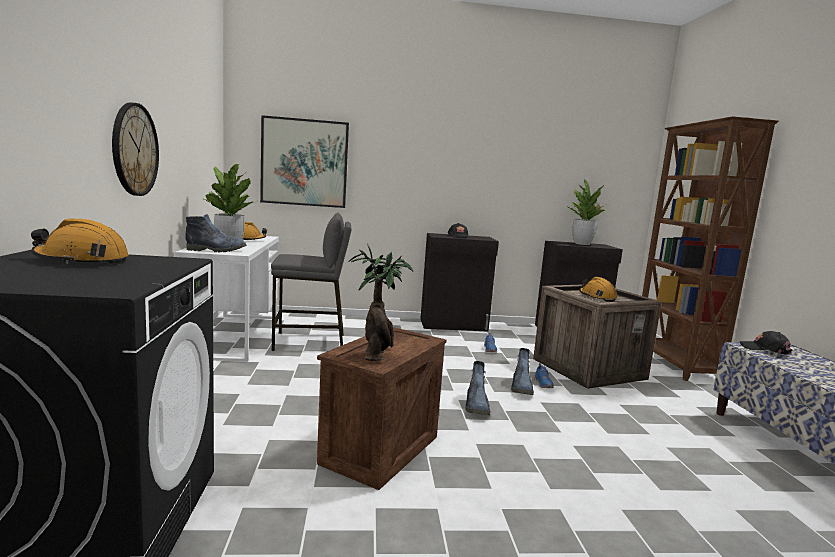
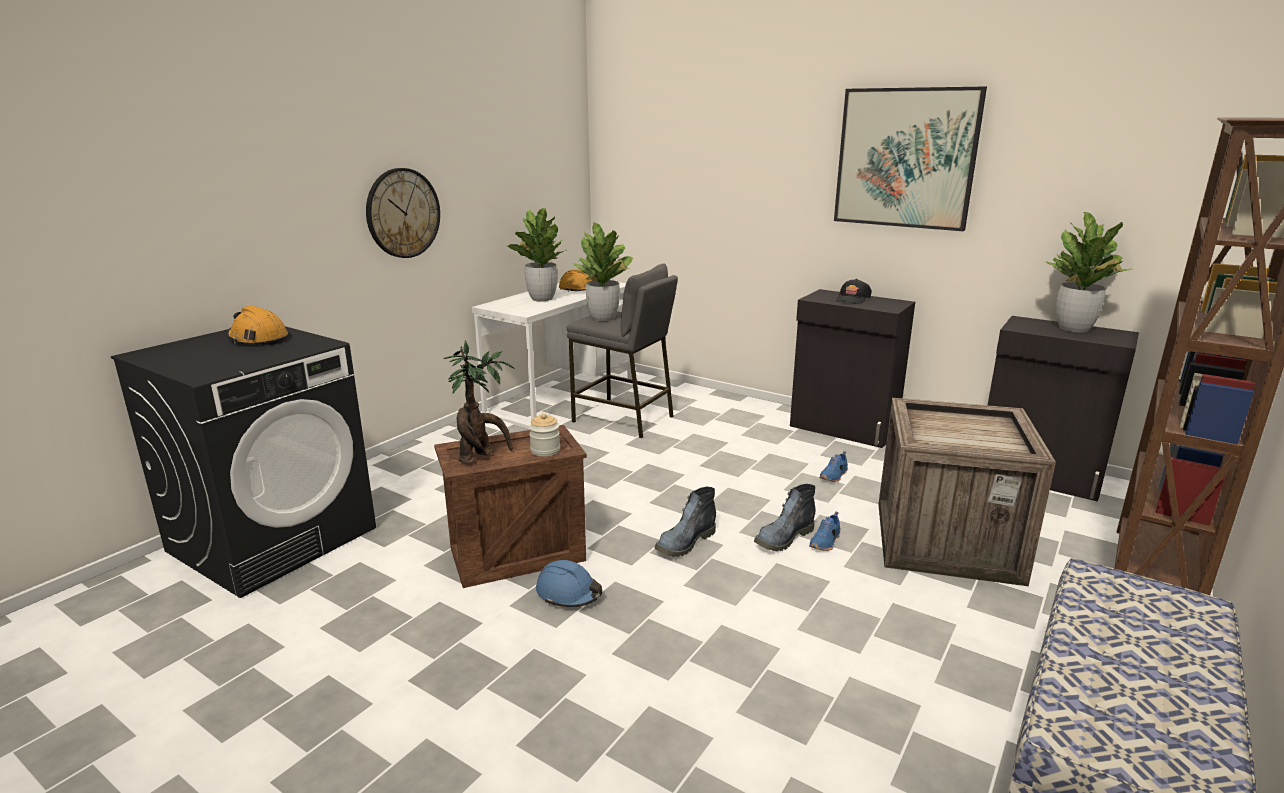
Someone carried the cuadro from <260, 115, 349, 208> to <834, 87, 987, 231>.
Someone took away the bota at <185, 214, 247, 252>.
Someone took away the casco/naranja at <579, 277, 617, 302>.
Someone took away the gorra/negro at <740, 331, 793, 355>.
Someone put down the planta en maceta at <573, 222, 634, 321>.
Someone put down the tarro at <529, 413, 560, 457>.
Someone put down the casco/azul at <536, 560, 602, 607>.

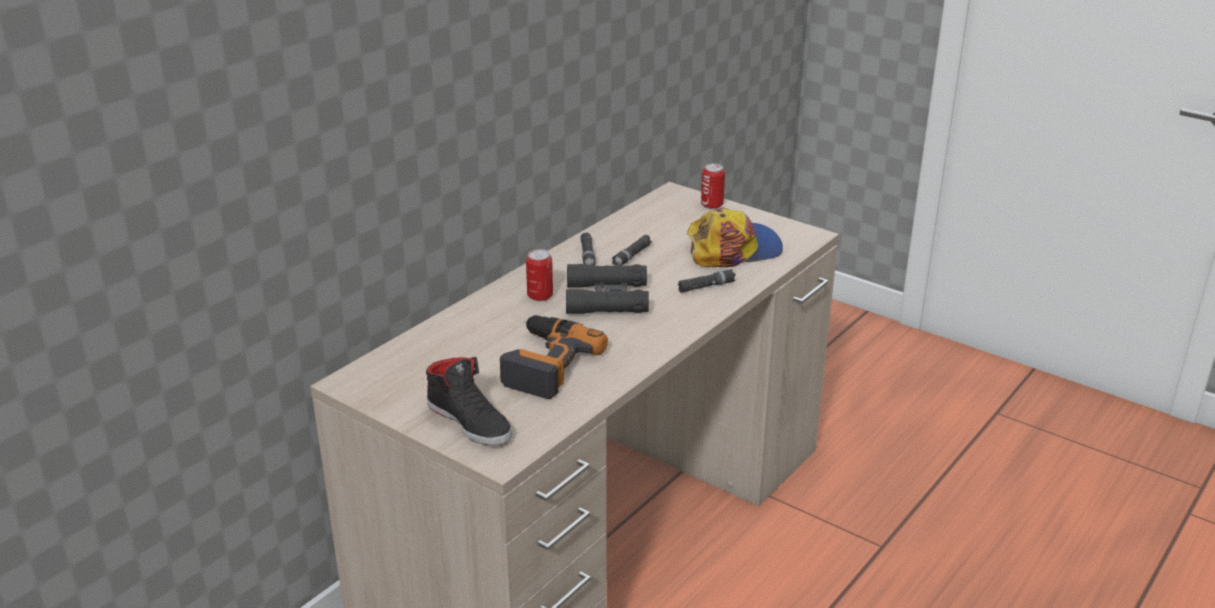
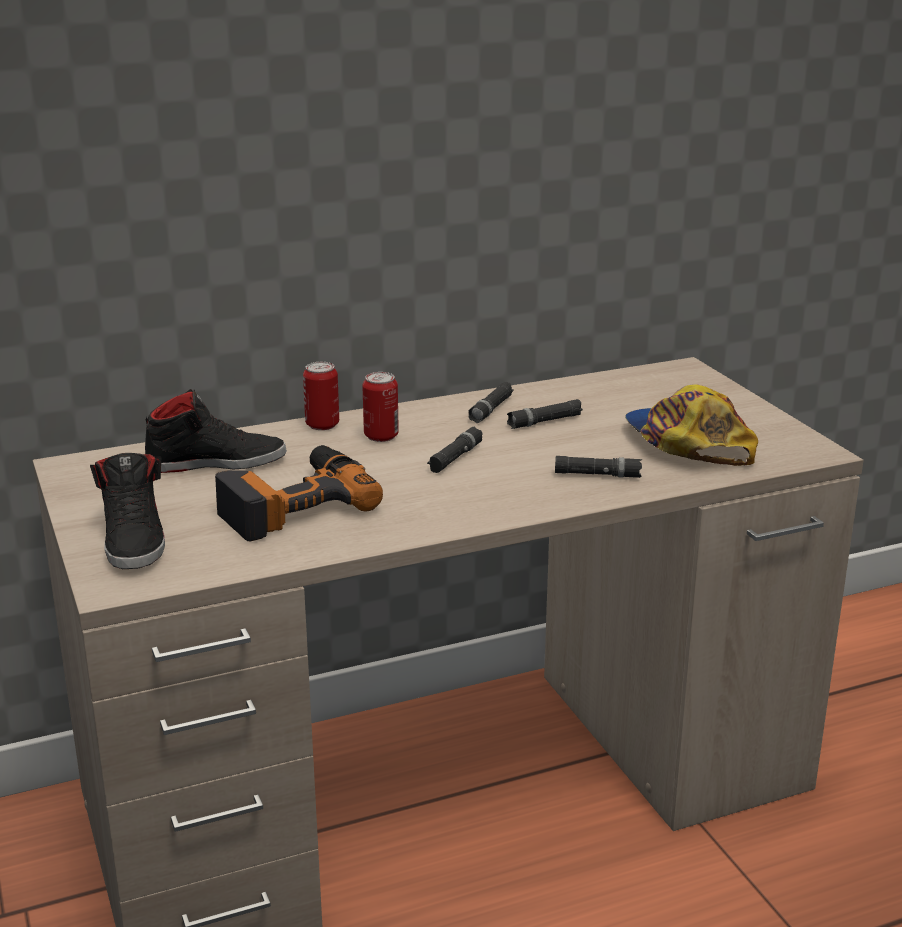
Someone carried the lata from <701, 163, 725, 209> to <303, 362, 339, 430>.
Someone rotated the gorra at <687, 207, 783, 267> by 120 degrees counterclockwise.
Someone swapped the prismáticos/negro at <566, 264, 649, 314> for the linterna/negro at <427, 427, 483, 473>.
Someone put down the zapato/negro at <145, 389, 287, 473>.

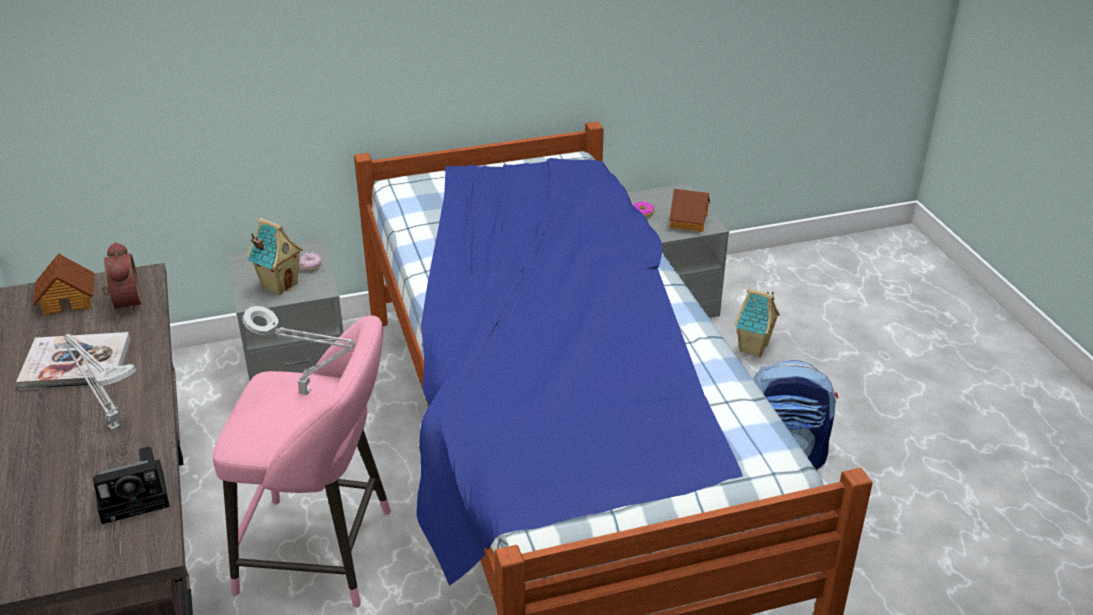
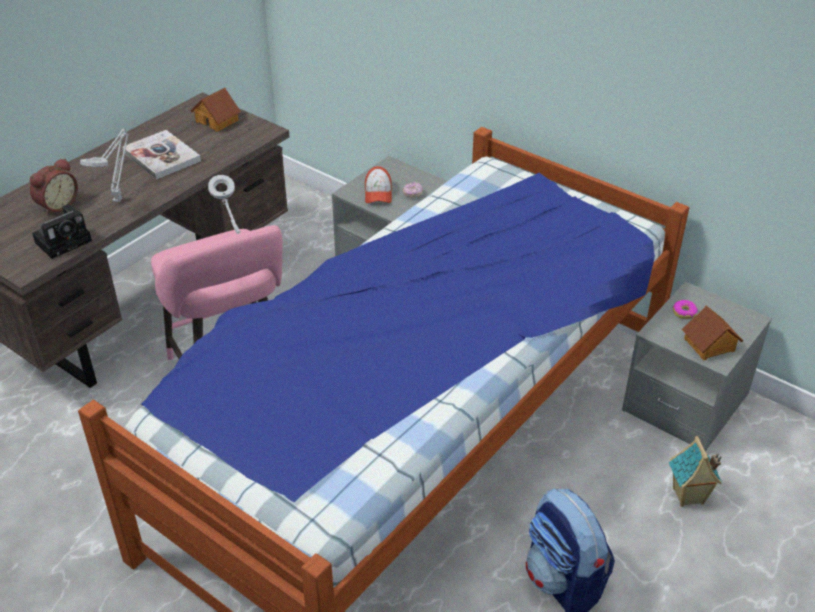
Someone swapped the casita at <247, 218, 303, 295> for the gorra at <365, 166, 392, 203>.
Someone carried the despertador from <102, 242, 141, 314> to <30, 158, 78, 215>.
Someone rotated the cámara at <93, 447, 170, 524> by 75 degrees counterclockwise.

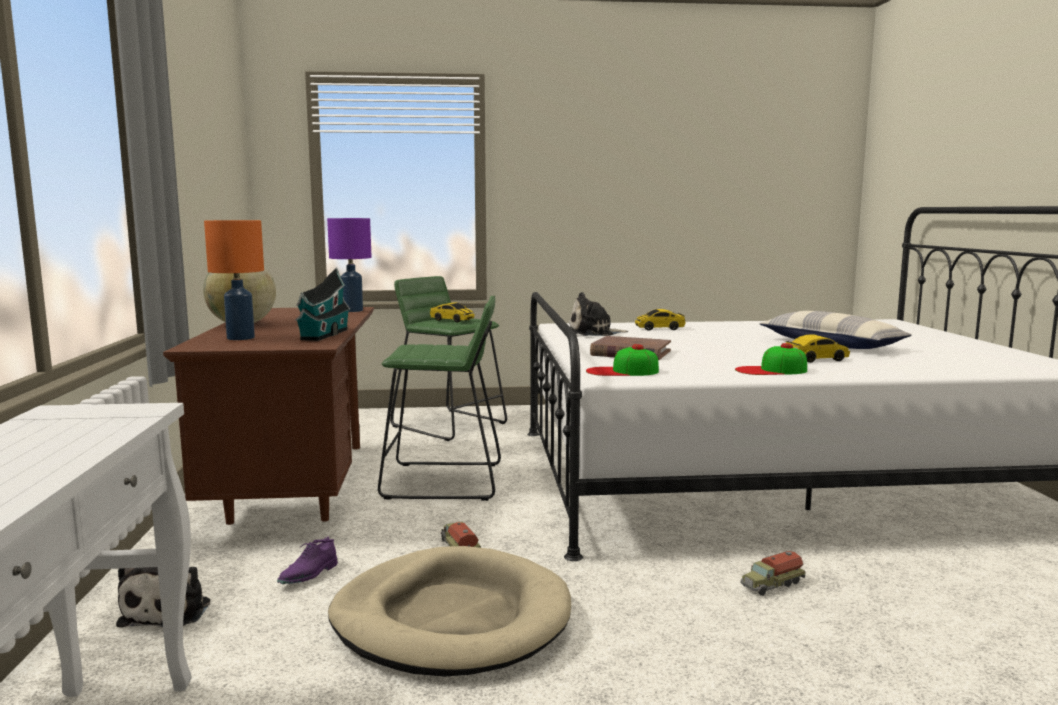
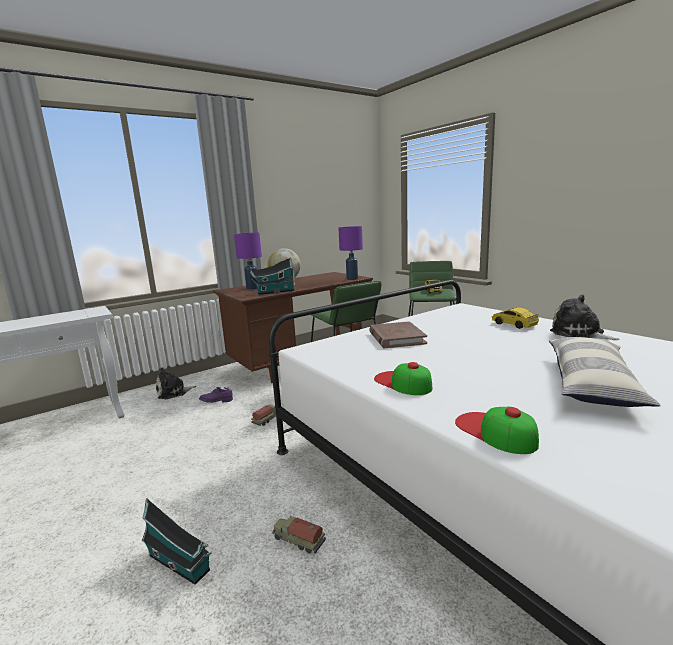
Someone repainted the lámpara de mesa/naranja at <204, 220, 264, 340>, which became the lámpara de mesa/morado at <234, 233, 262, 290>.
Someone carried the peluche from <569, 292, 628, 336> to <550, 294, 619, 340>.
Someone took away the coche de juguete at <785, 334, 850, 363>.
Someone carried the gorra from <586, 344, 659, 376> to <455, 407, 539, 454>.
Someone took away the cama para perro/beis at <328, 546, 571, 677>.
Someone put down the casita at <142, 498, 212, 585>.

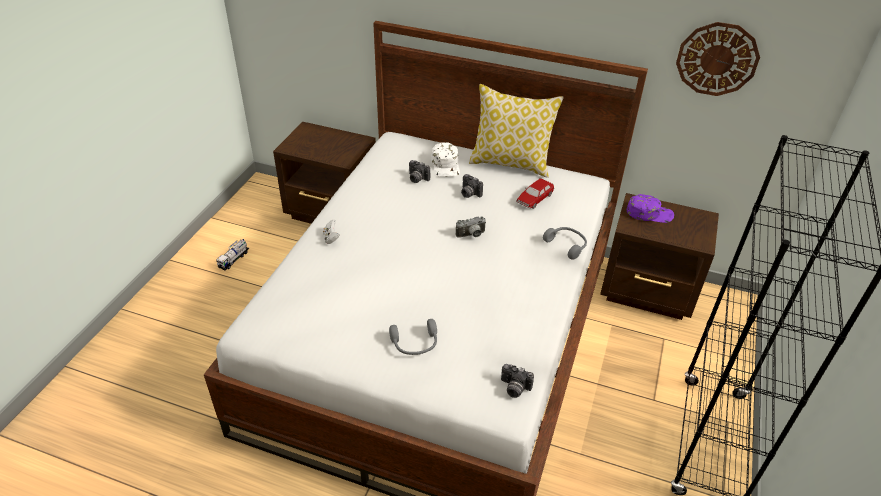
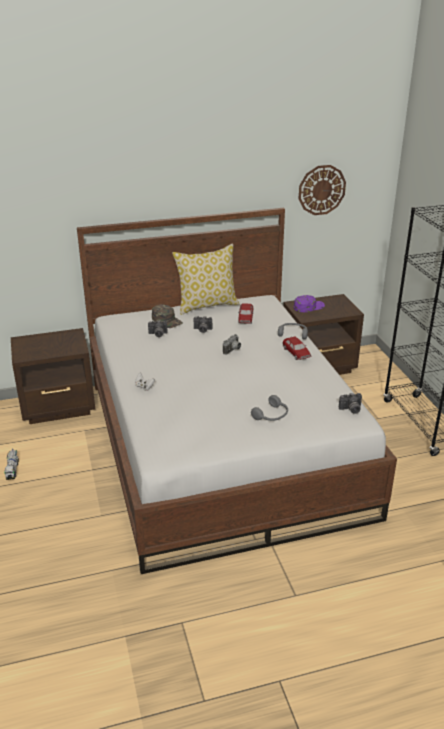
Someone repainted the gorra/blanco at <431, 142, 460, 177>, which became the gorra/verde at <152, 304, 183, 328>.
Someone put down the coche de juguete at <282, 336, 312, 360>.

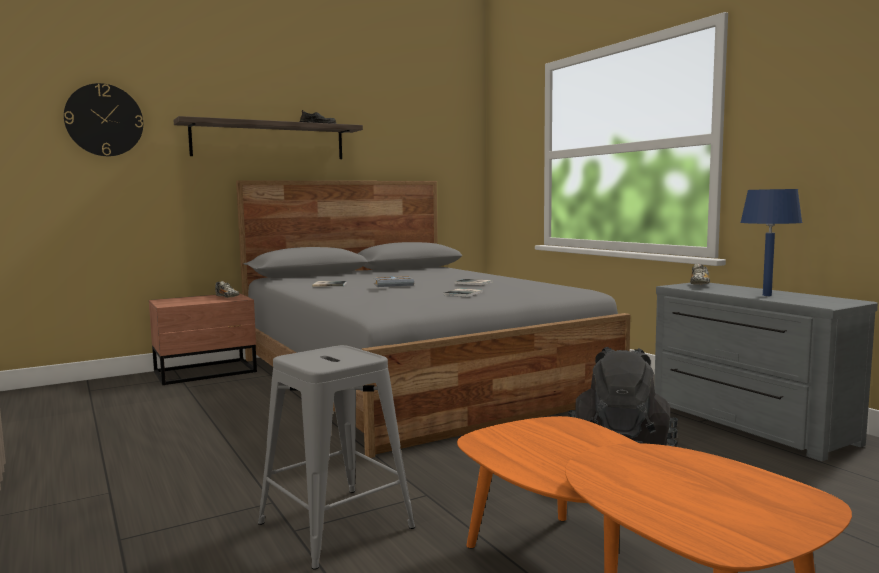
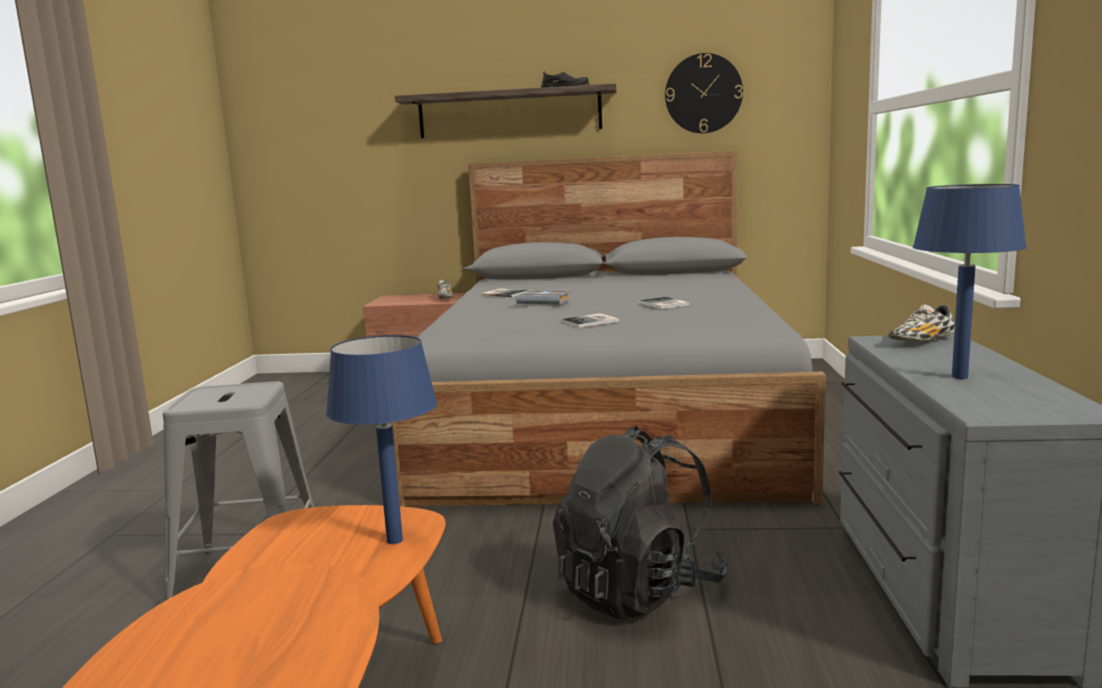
Someone carried the reloj de pared from <64, 83, 143, 156> to <665, 53, 743, 133>.
Someone put down the lámpara de mesa/azul at <326, 335, 437, 544>.

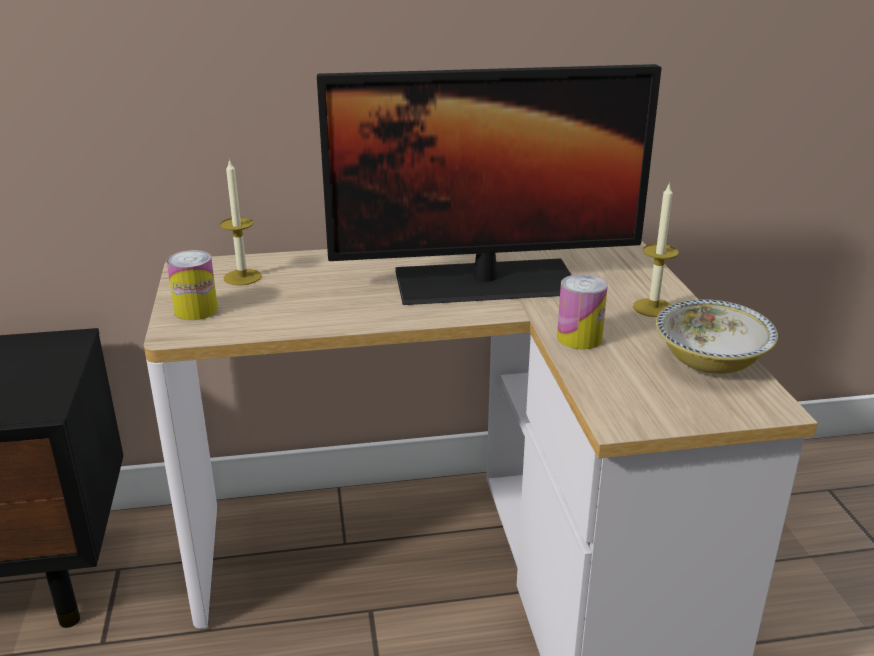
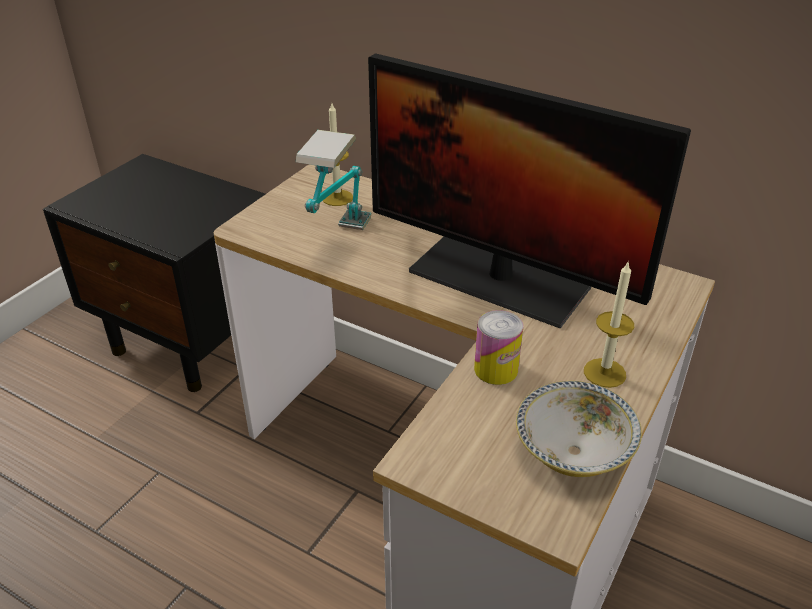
Someone took away the lata at <167, 250, 218, 320>.
Someone put down the lámpara de mesa at <296, 130, 371, 230>.

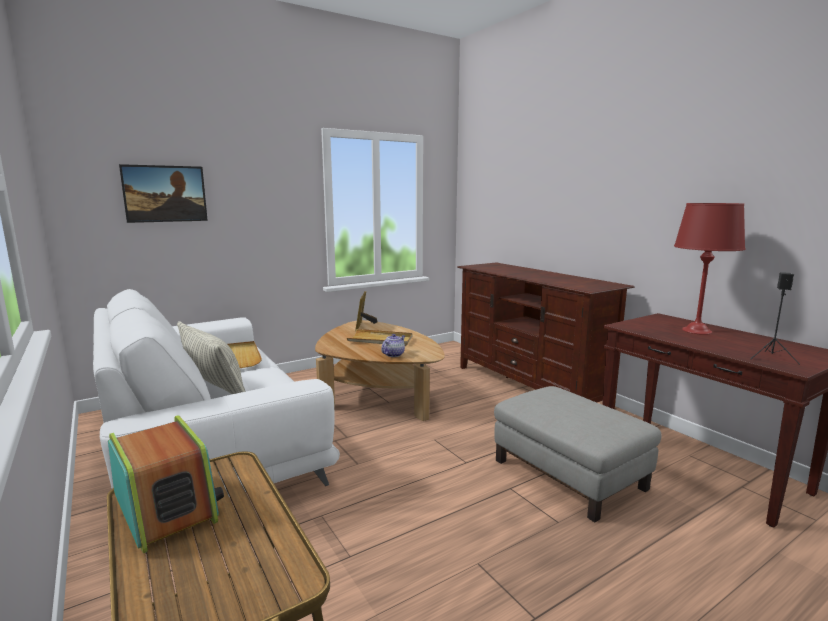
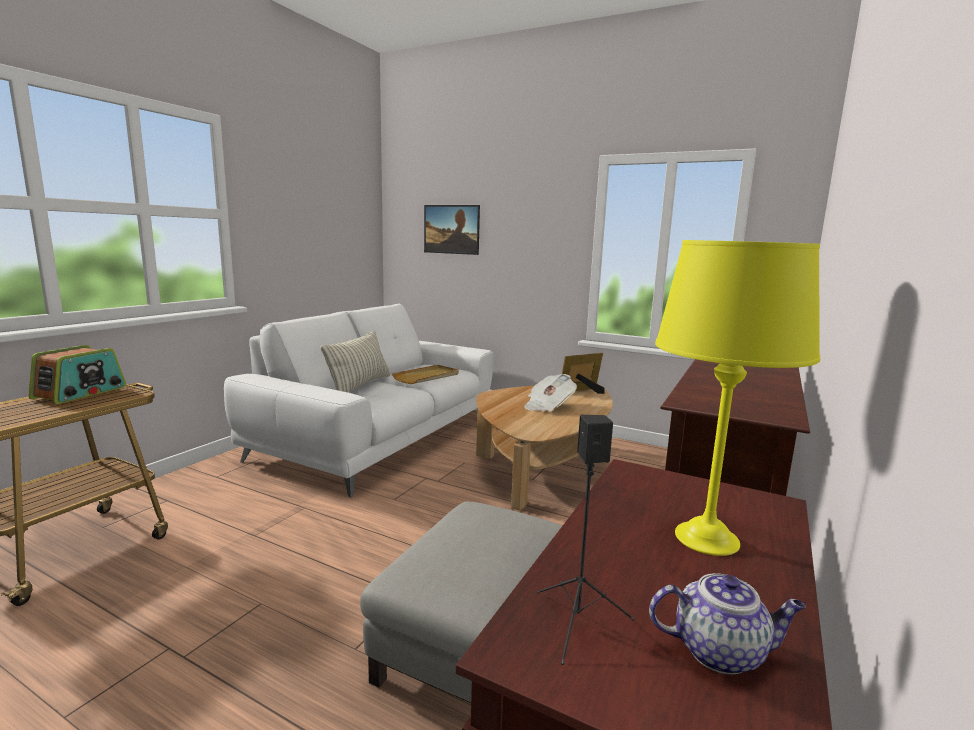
Someone repainted the lámpara de mesa/rojo at <674, 203, 745, 335>, which became the lámpara de mesa/amarillo at <655, 240, 820, 556>.
Someone swapped the bandeja/beis at <347, 329, 413, 346> for the periódico at <524, 374, 577, 412>.
Someone carried the tetera from <381, 334, 405, 357> to <649, 573, 806, 674>.

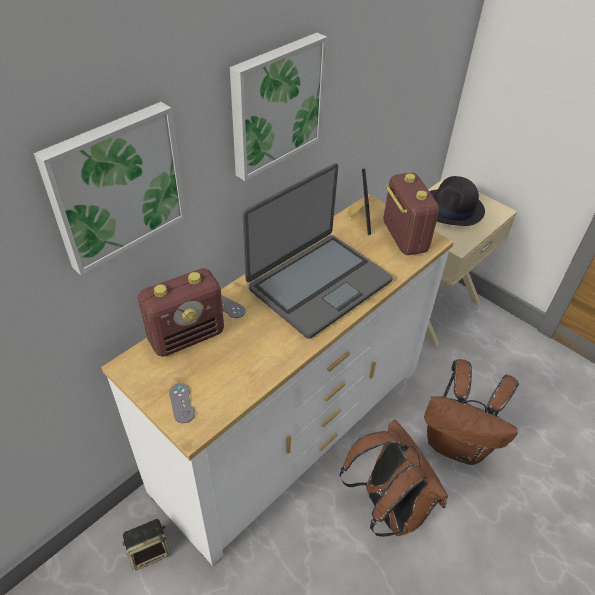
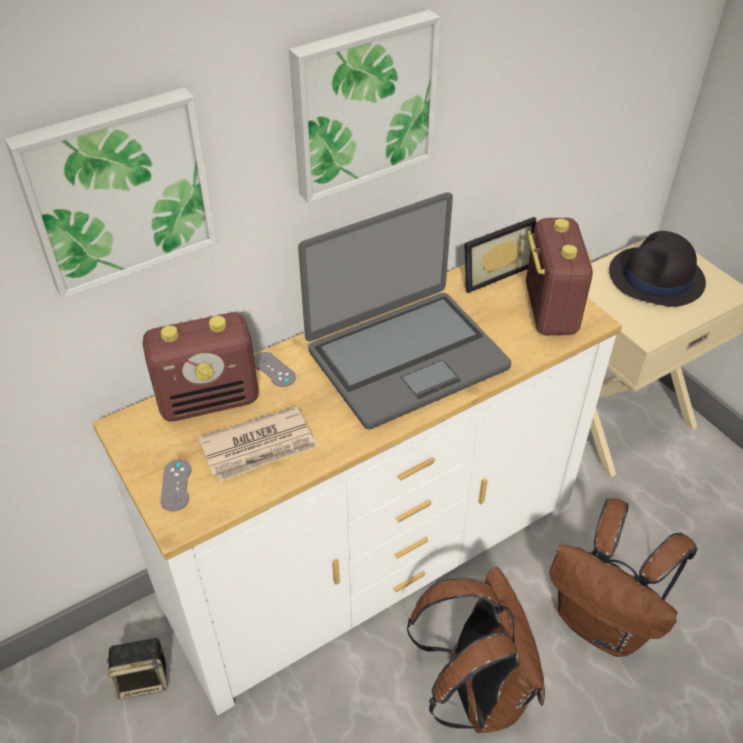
Someone rotated the portarretratos at <347, 169, 371, 235> by 45 degrees clockwise.
Someone put down the periódico at <198, 406, 319, 482>.

